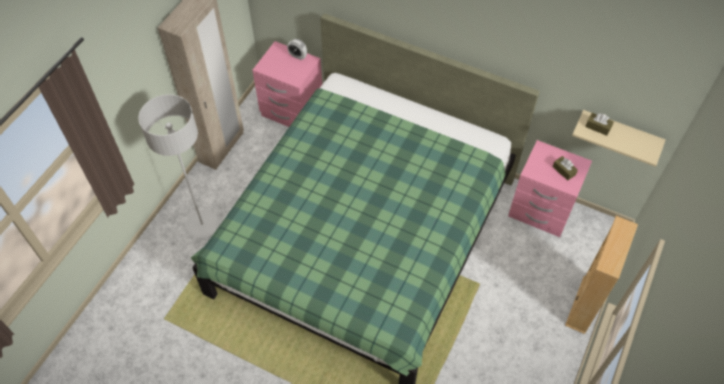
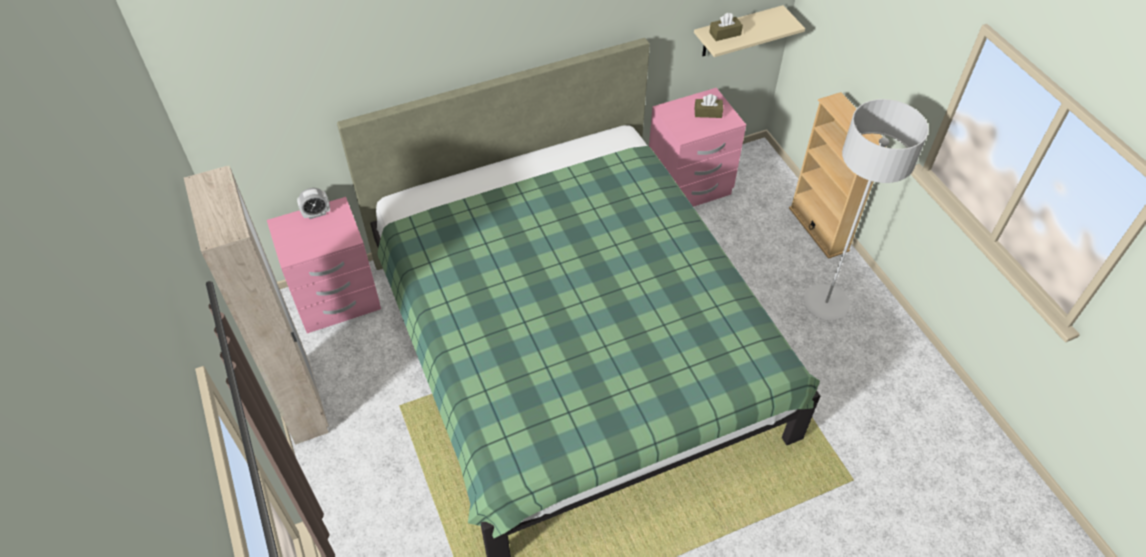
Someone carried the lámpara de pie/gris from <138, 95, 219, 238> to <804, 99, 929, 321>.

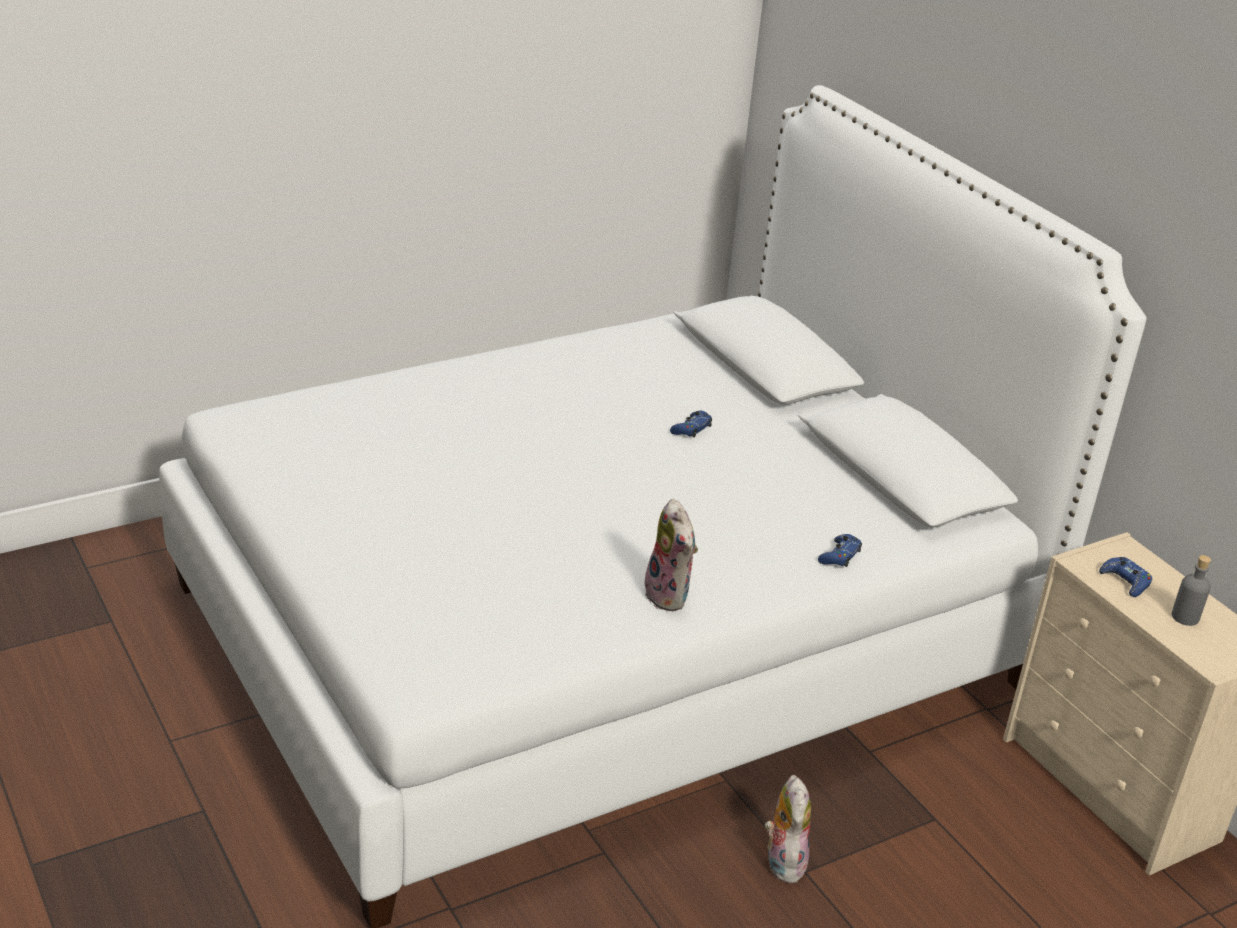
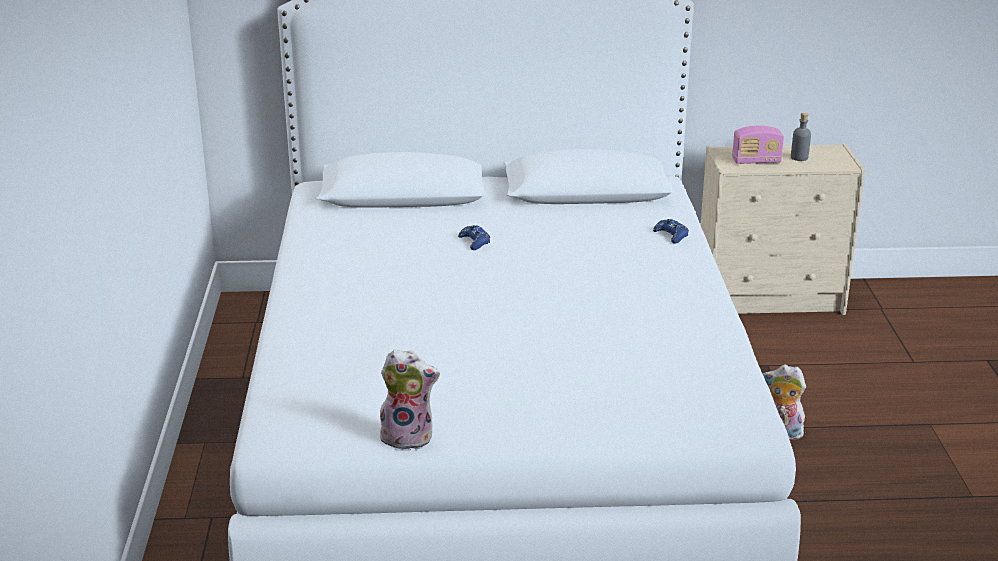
Someone carried the peluche from <641, 499, 698, 611> to <380, 349, 440, 450>.
Someone swapped the mando de consola/azul at <1099, 557, 1152, 597> for the radio at <732, 126, 784, 164>.

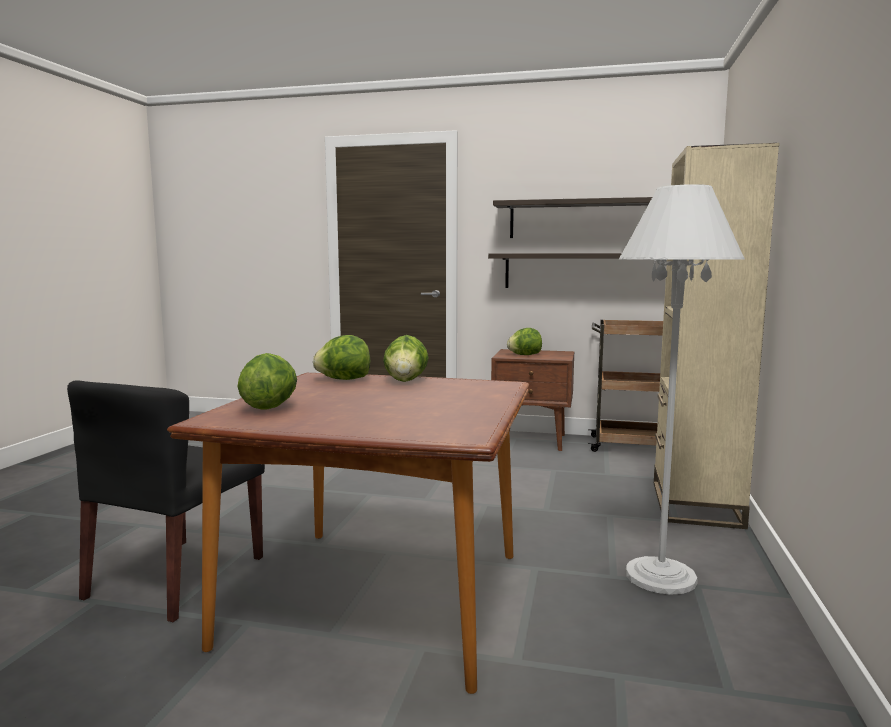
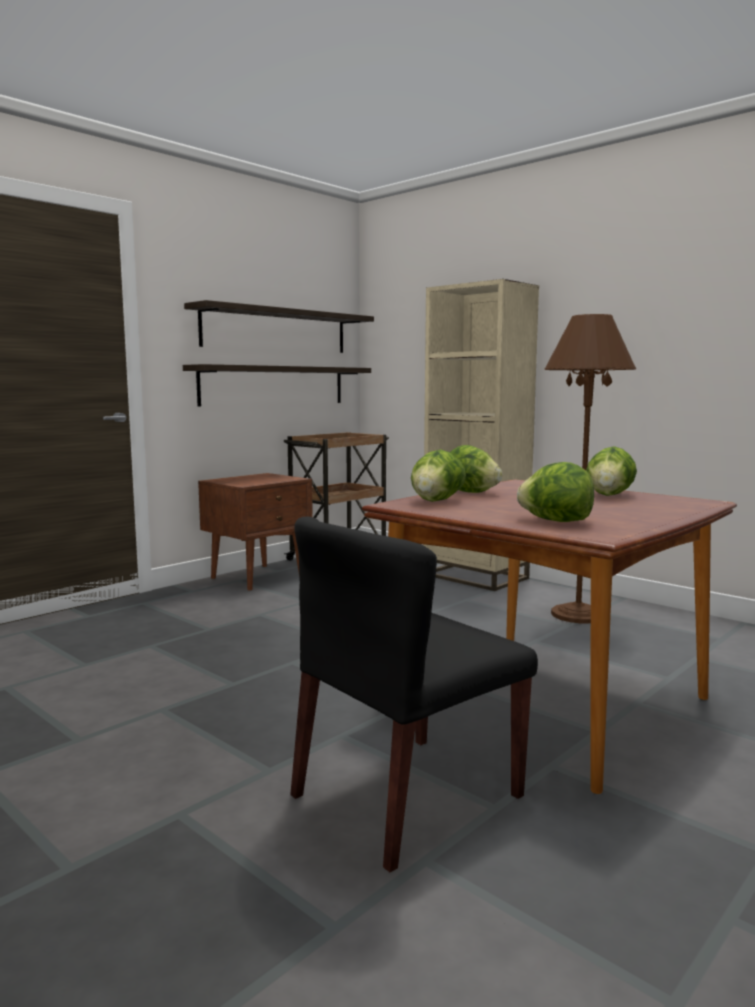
Someone repainted the lámpara de pie/blanco at <619, 184, 745, 595>, which became the lámpara de pie/marrón at <544, 314, 636, 623>.
Someone carried the lechuga from <507, 328, 542, 355> to <586, 446, 637, 496>.
Someone rotated the silla/negro at <67, 380, 265, 622> by 90 degrees clockwise.

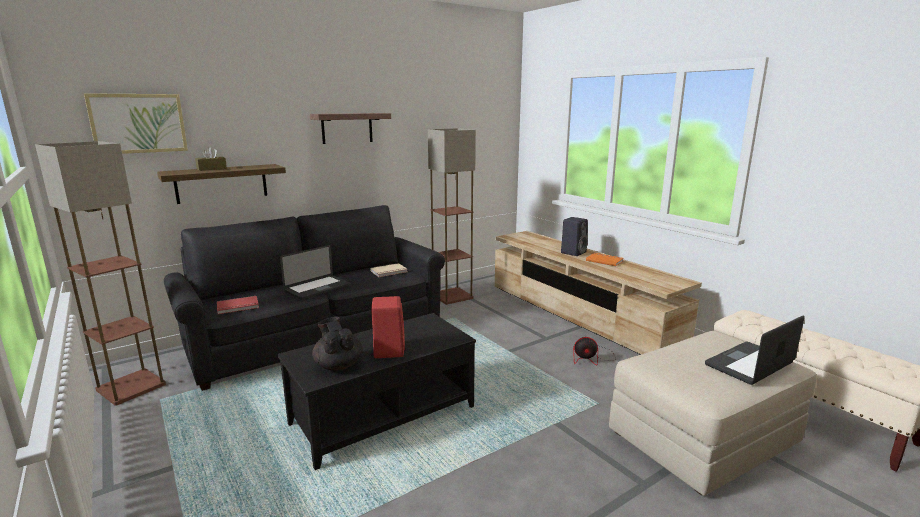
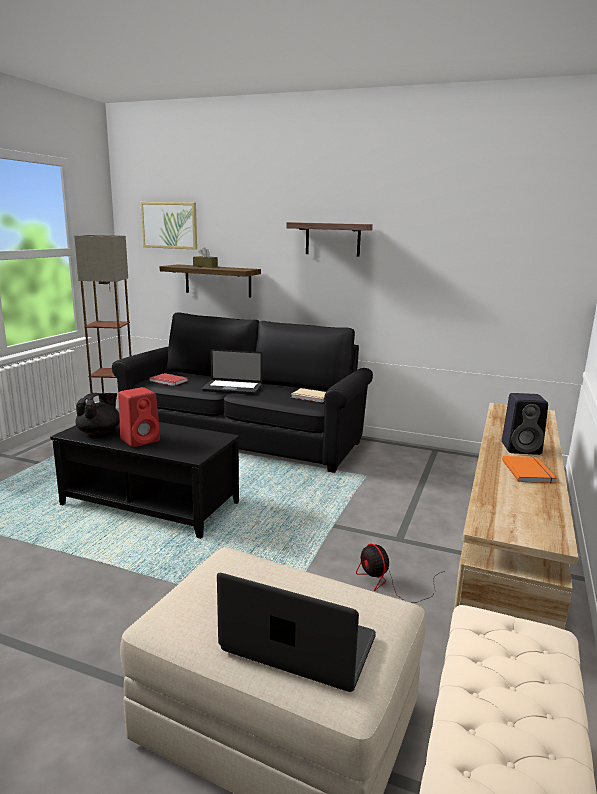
Someone took away the lámpara de pie at <428, 128, 476, 305>.

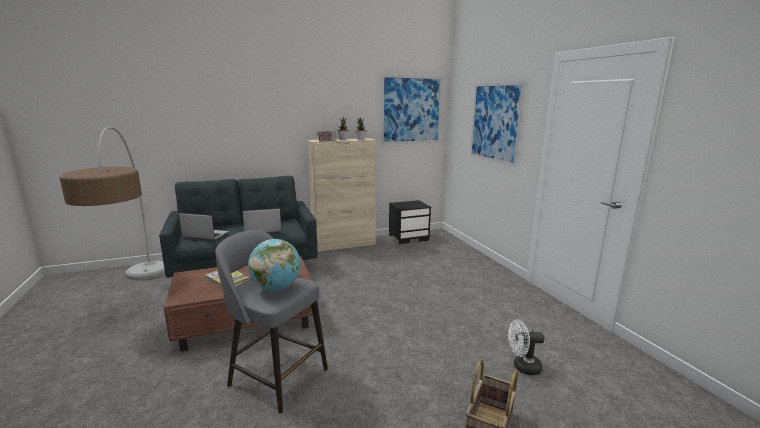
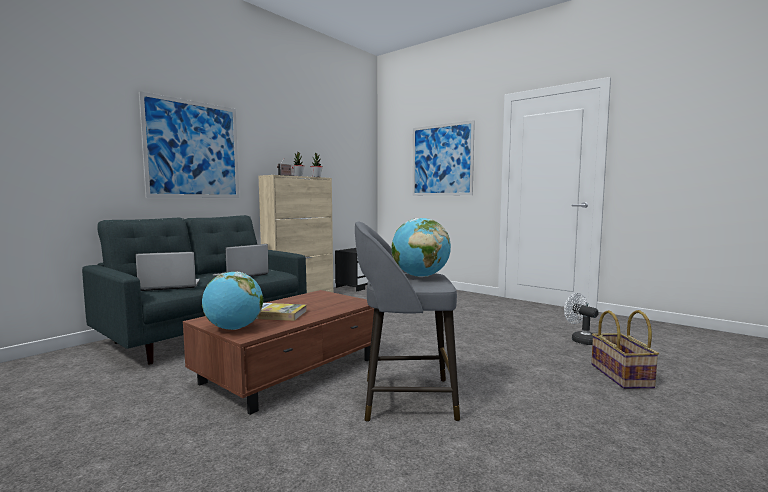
Someone carried the cuadro from <381, 74, 443, 145> to <139, 91, 239, 198>.
Someone took away the lámpara de pie at <59, 127, 165, 280>.
Someone rotated the ventilador/blanco at <508, 319, 545, 375> by 90 degrees clockwise.
Someone put down the globo terráqueo at <202, 272, 263, 330>.

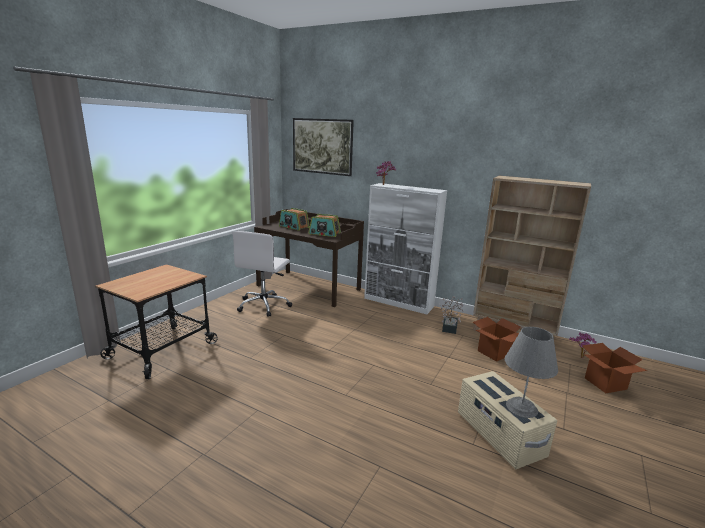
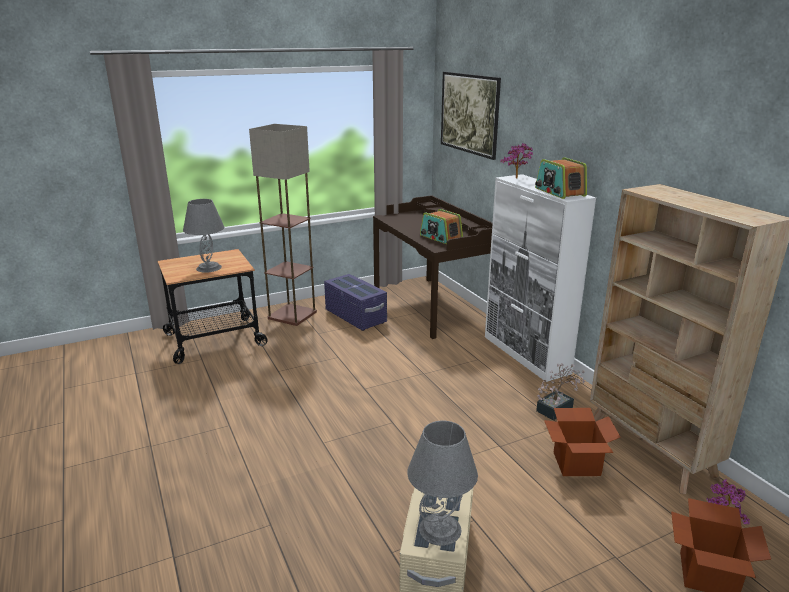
Someone carried the radio from <279, 208, 310, 231> to <535, 157, 587, 199>.
Someone swapped the silla de oficina/blanco at <232, 231, 292, 317> for the caja de almacenaje/morado at <324, 274, 387, 331>.
Someone put down the lámpara de pie at <249, 124, 317, 326>.
Someone put down the lámpara de mesa/gris at <183, 199, 224, 273>.

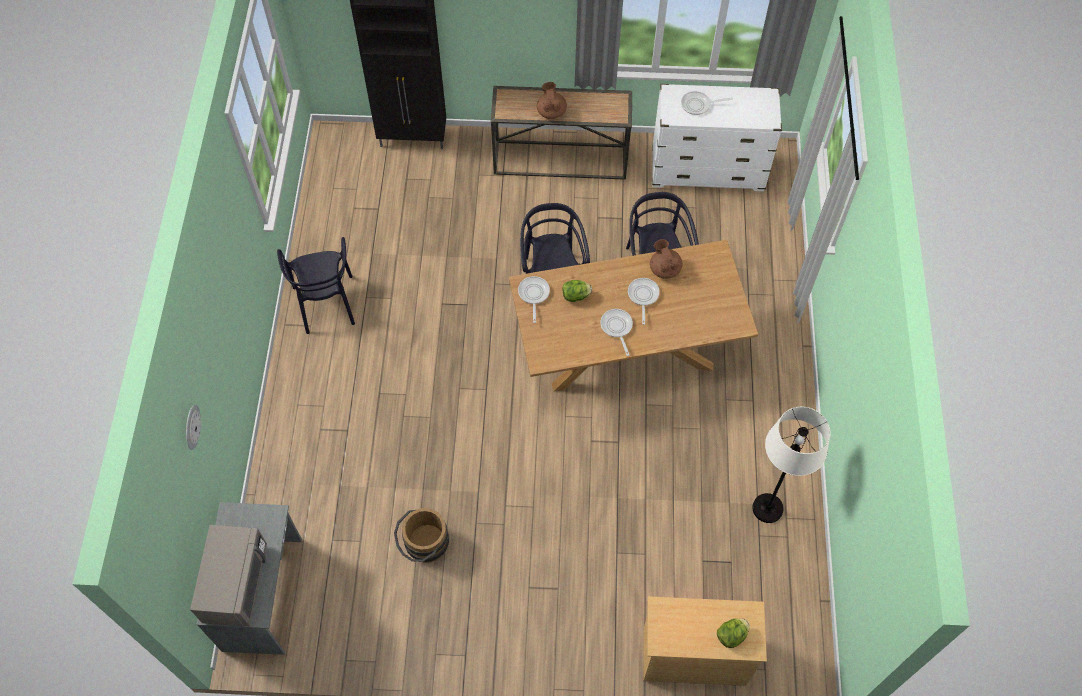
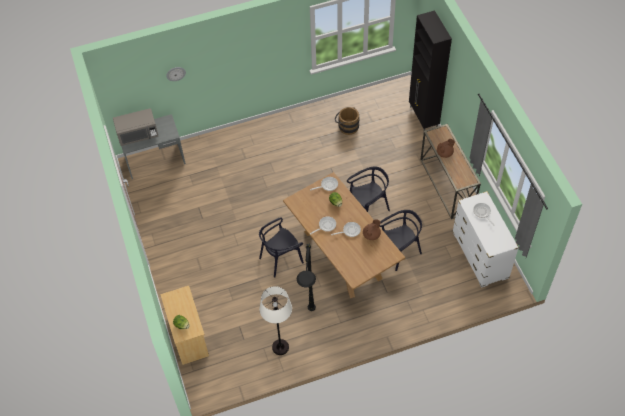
Someone carried the silla/negro from <277, 237, 355, 334> to <259, 217, 304, 277>.
Someone carried the cubo/marrón from <394, 508, 449, 563> to <335, 107, 360, 135>.
Someone put down the lámpara de pie/negro at <297, 243, 316, 311>.

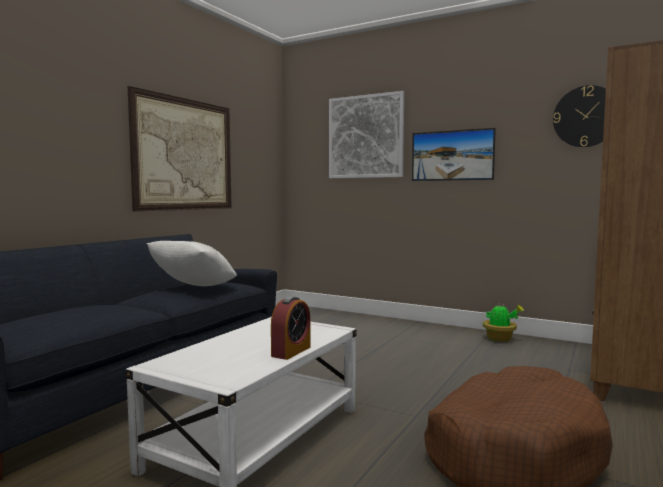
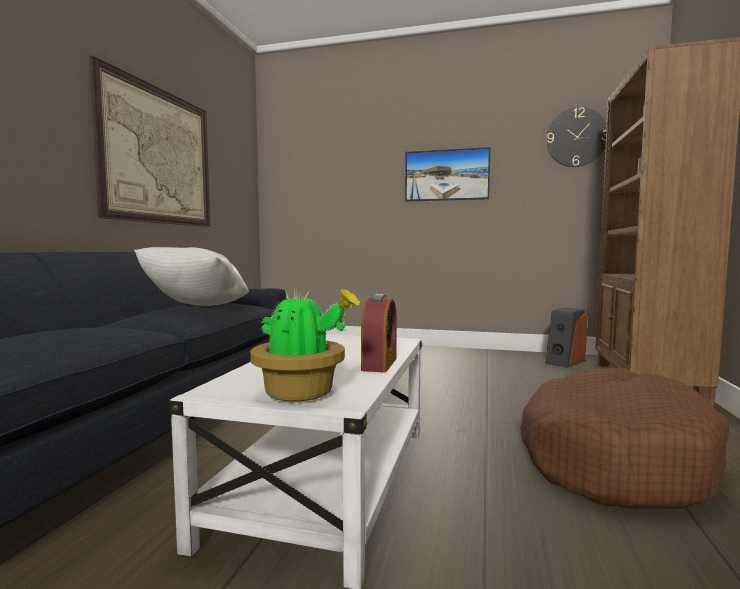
Someone took away the cuadro at <329, 91, 404, 178>.
Someone carried the planta en maceta from <483, 303, 524, 342> to <250, 288, 360, 401>.
Someone put down the altavoz at <545, 308, 588, 368>.

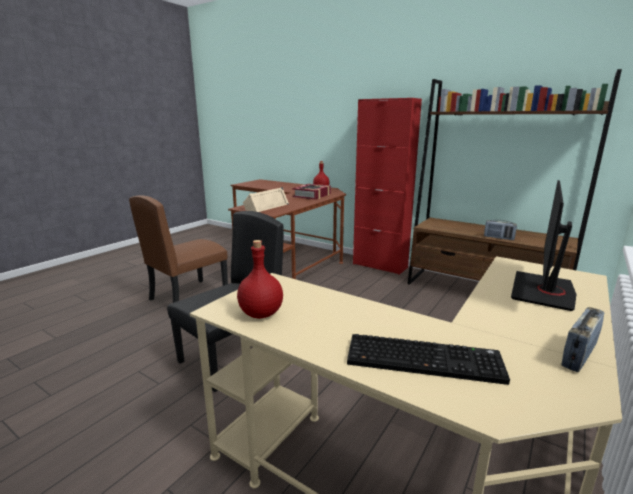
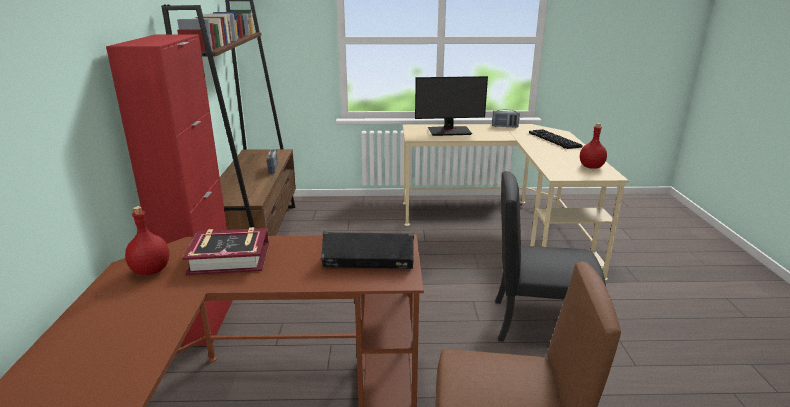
Someone repainted the altavoz/beis at <243, 187, 289, 212>, which became the altavoz/negro at <321, 232, 414, 269>.

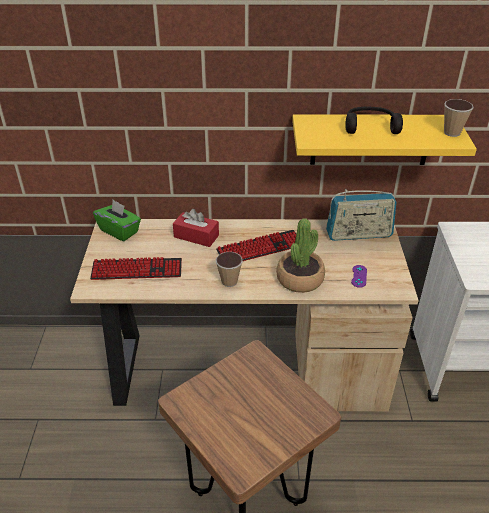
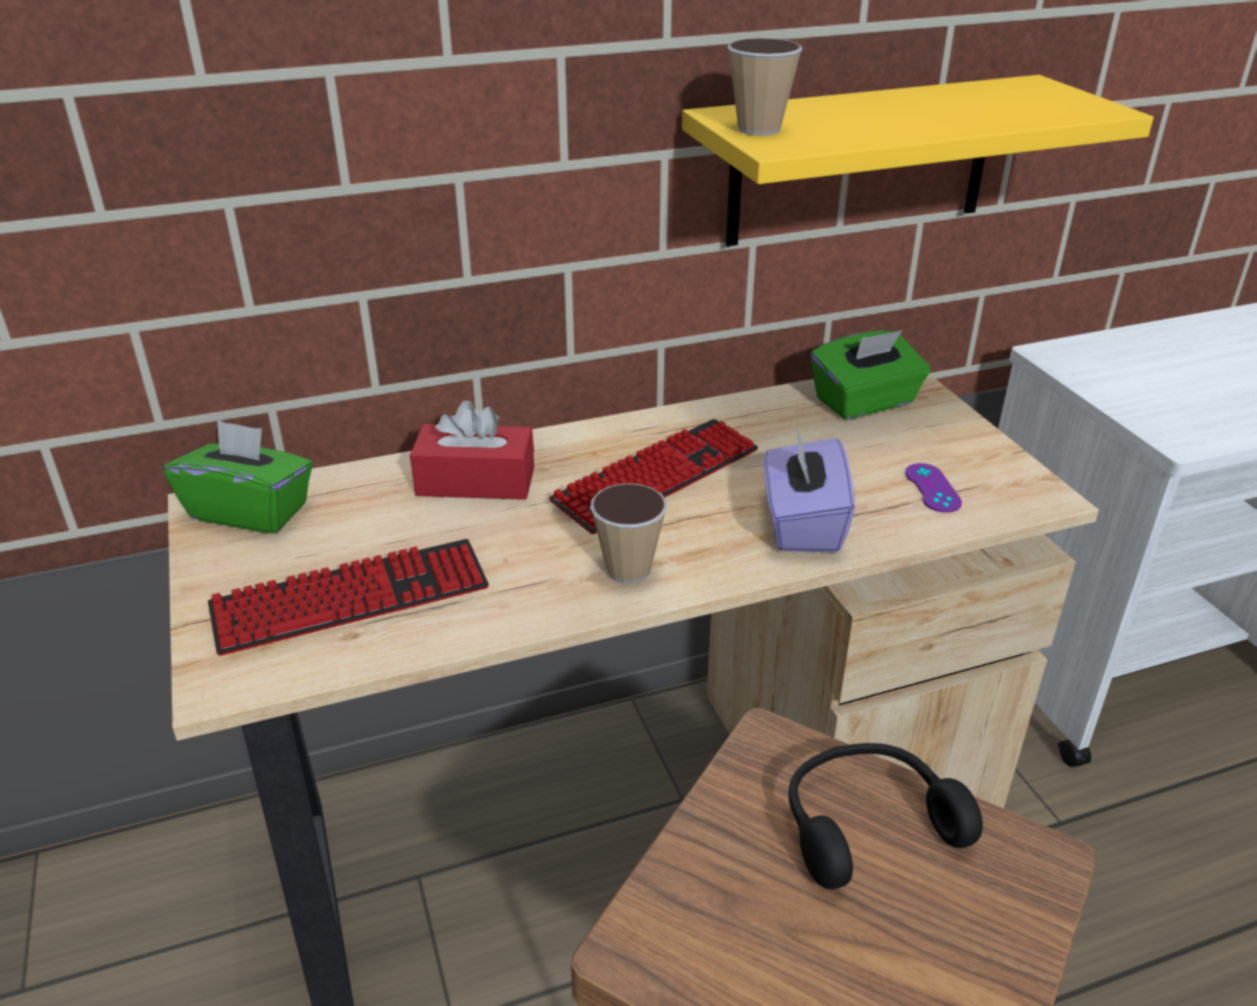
Someone carried the taza from <444, 99, 474, 137> to <727, 38, 802, 136>.
Someone carried the auriculares/negro from <345, 106, 403, 134> to <789, 743, 983, 889>.
Someone swapped the radio at <326, 189, 397, 241> for the caja de pañuelos/verde at <810, 330, 930, 420>.
Someone swapped the planta en maceta at <276, 218, 325, 293> for the caja de pañuelos/morado at <764, 428, 855, 552>.

